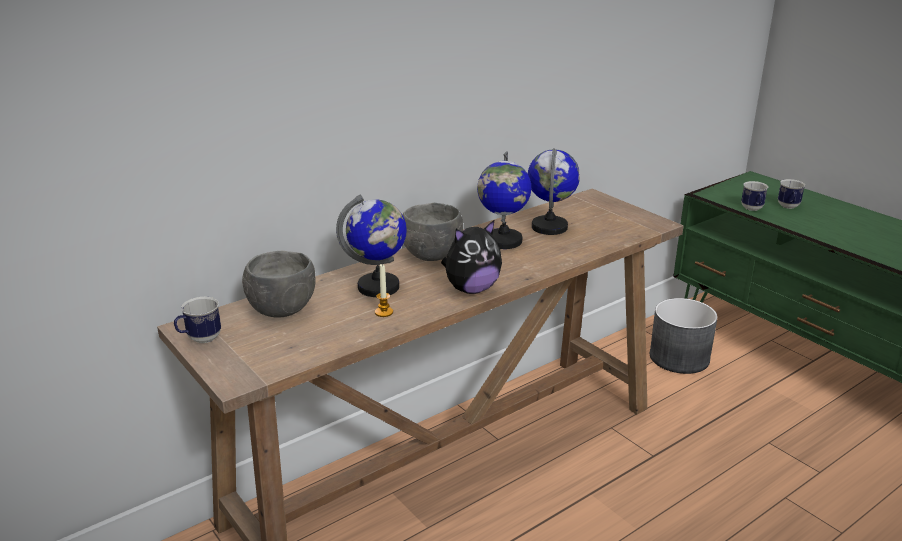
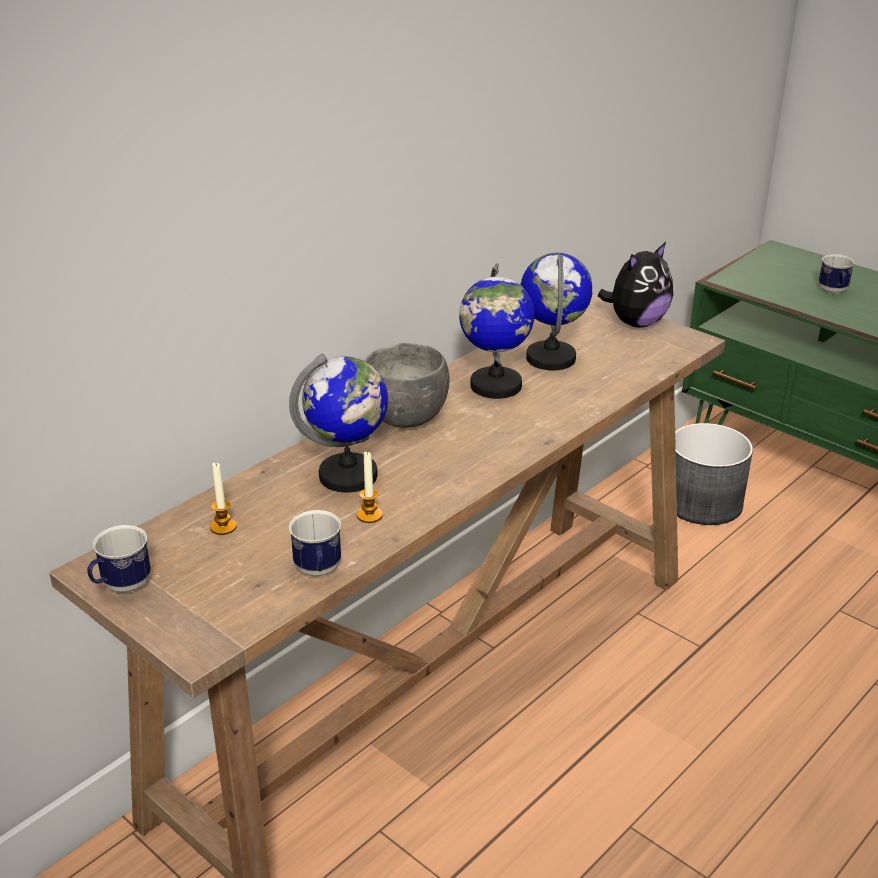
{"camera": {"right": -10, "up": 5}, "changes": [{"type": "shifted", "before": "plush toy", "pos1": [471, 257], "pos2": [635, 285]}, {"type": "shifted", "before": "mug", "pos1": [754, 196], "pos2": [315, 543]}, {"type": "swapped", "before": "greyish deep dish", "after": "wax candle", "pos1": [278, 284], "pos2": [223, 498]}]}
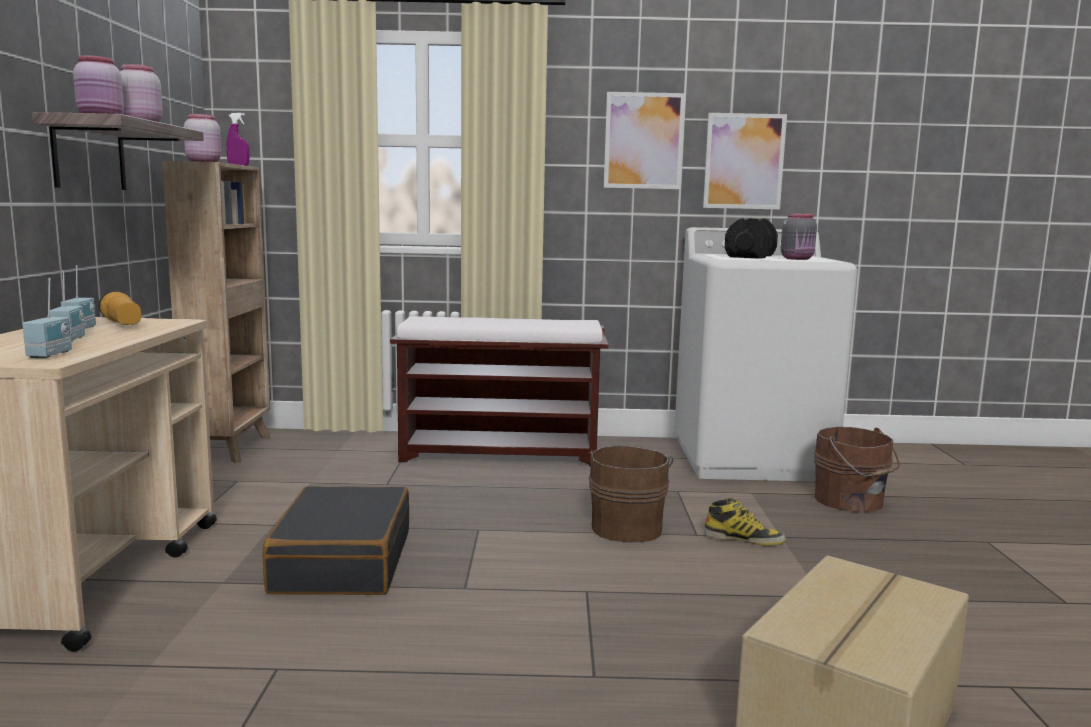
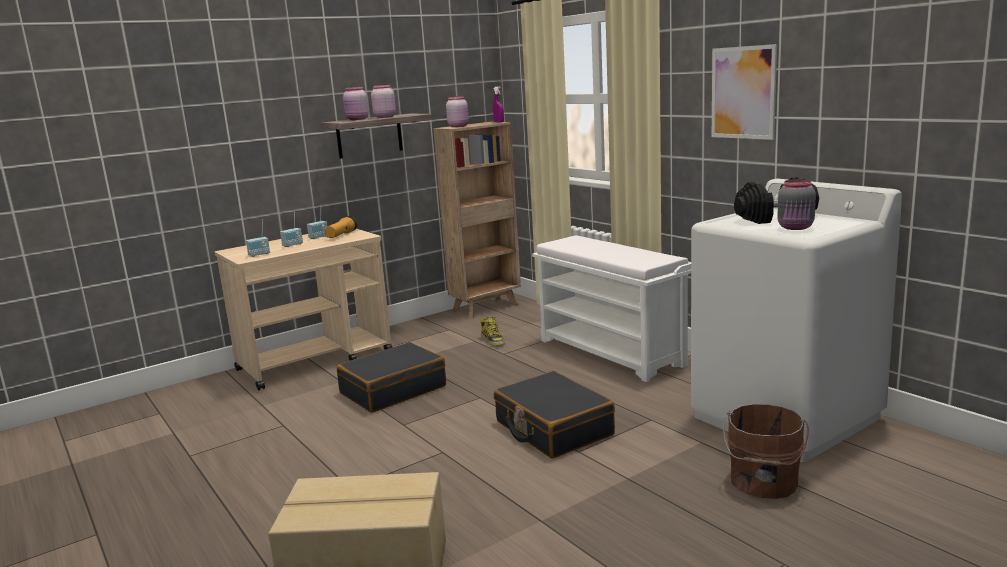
{"camera": {"right": 55, "up": 5}, "changes": [{"type": "gone", "before": "wall art", "pos1": [745, 161]}, {"type": "shifted", "before": "boot", "pos1": [745, 521], "pos2": [492, 331]}, {"type": "swapped", "before": "brown-coloured pail", "after": "blackish suitcase", "pos1": [630, 494], "pos2": [554, 415]}, {"type": "repainted", "before": "brown-coloured indoor bench", "after": "white-coloured indoor bench", "pos1": [499, 390], "pos2": [611, 308]}]}
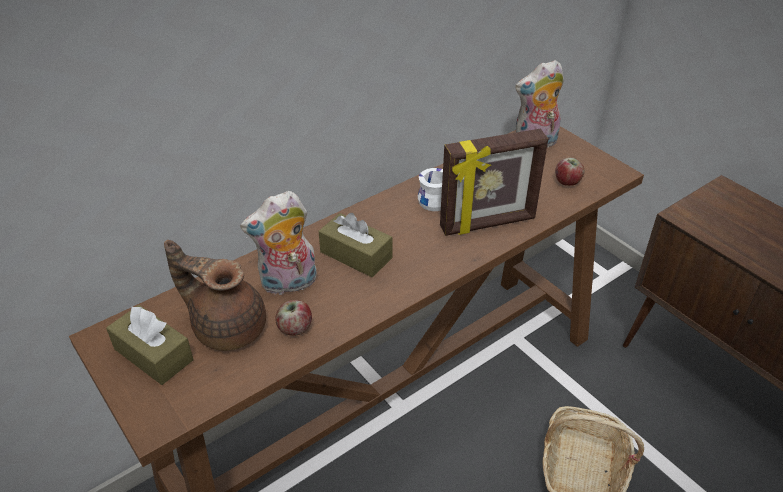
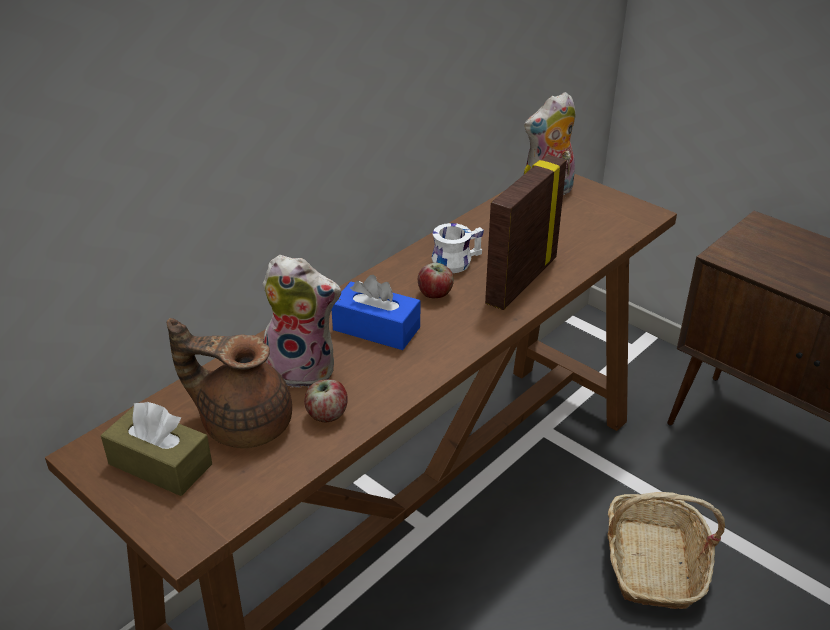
{"camera": {"right": -10, "up": -5}, "changes": [{"type": "shifted", "before": "whole apple", "pos1": [569, 172], "pos2": [436, 280]}, {"type": "repainted", "before": "brown-coloured tissue box", "after": "bluish tissue box", "pos1": [355, 245], "pos2": [376, 312]}, {"type": "rotated", "before": "plush toy", "pos1": [278, 243], "pos2": [302, 321], "turn": -135}, {"type": "rotated", "before": "picture frame", "pos1": [494, 182], "pos2": [526, 232], "turn": 150}]}
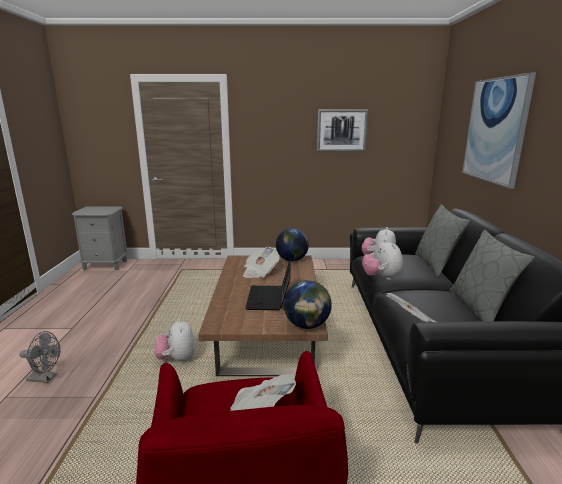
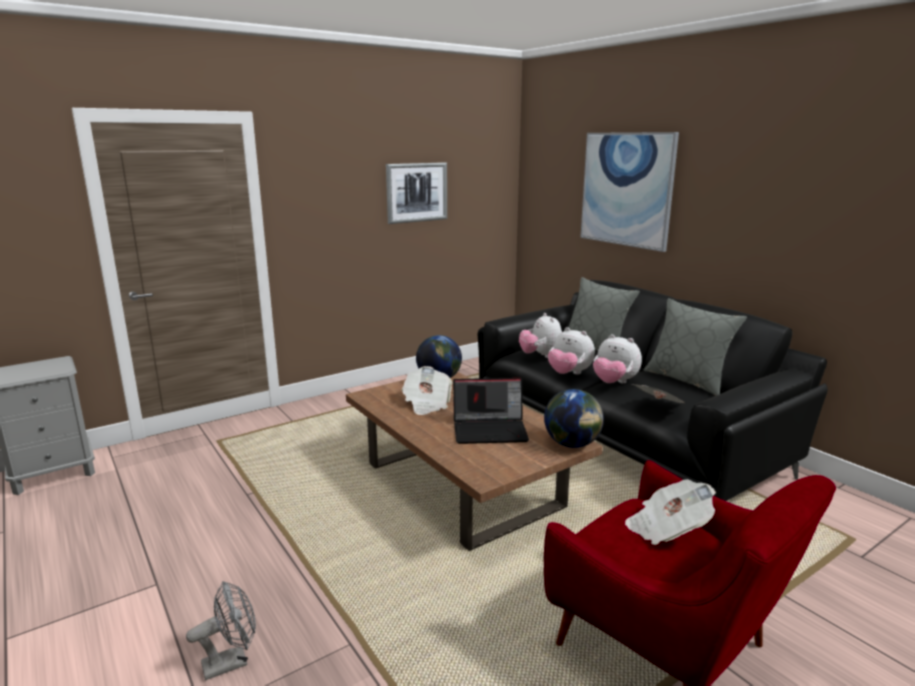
{"camera": {"right": -35, "up": 0}, "changes": [{"type": "shifted", "before": "plush toy", "pos1": [175, 340], "pos2": [617, 358]}, {"type": "rotated", "before": "notebook computer", "pos1": [268, 284], "pos2": [491, 411], "turn": -60}]}
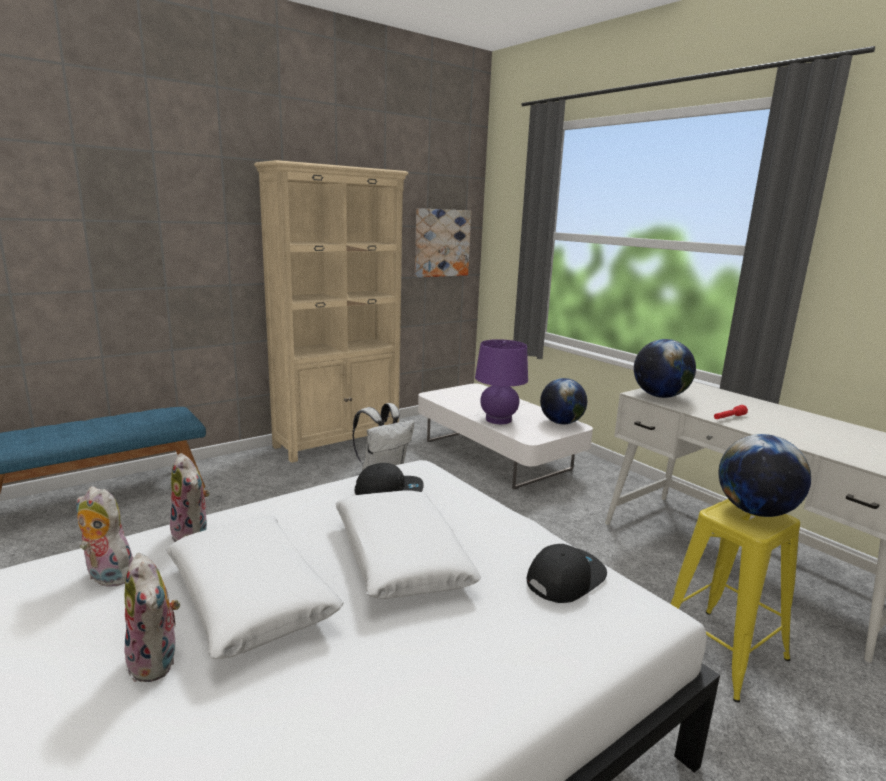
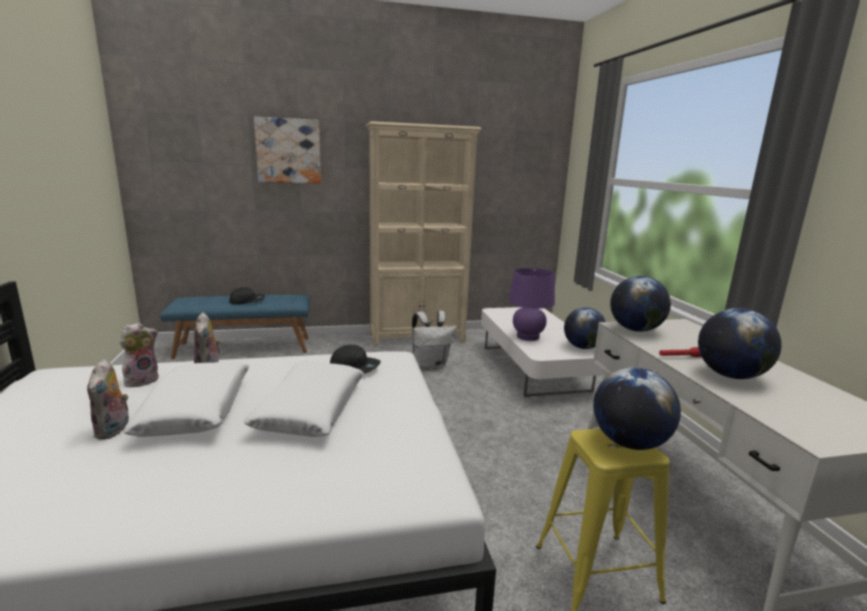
{"camera": {"right": 25, "up": 0}, "changes": [{"type": "new", "after": "world globe", "pos2": [739, 343]}, {"type": "shifted", "before": "wall art", "pos1": [443, 242], "pos2": [287, 150]}, {"type": "shifted", "before": "blackish cap", "pos1": [567, 573], "pos2": [247, 295]}, {"type": "rotated", "before": "plush toy", "pos1": [104, 536], "pos2": [139, 354], "turn": 75}]}
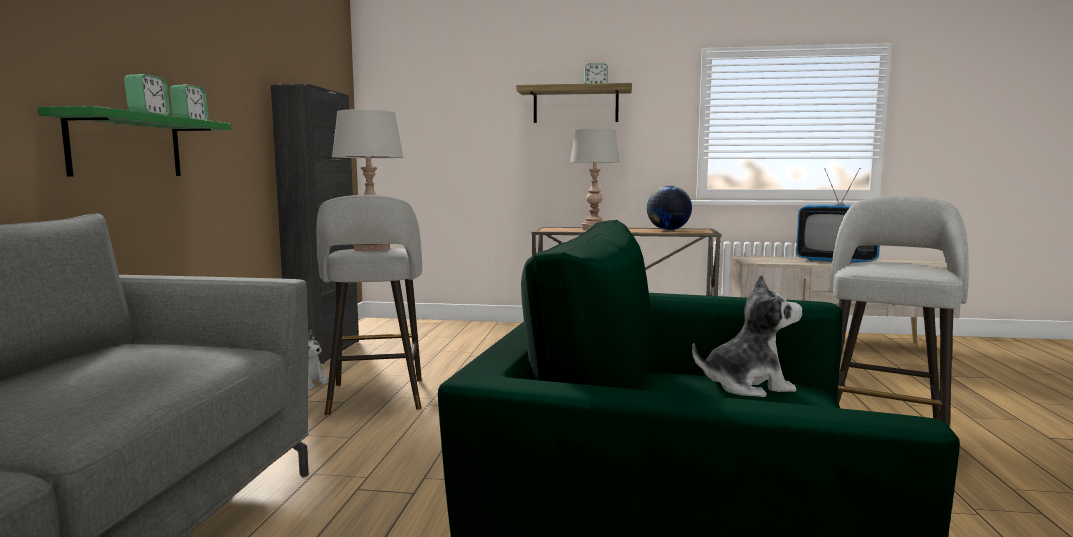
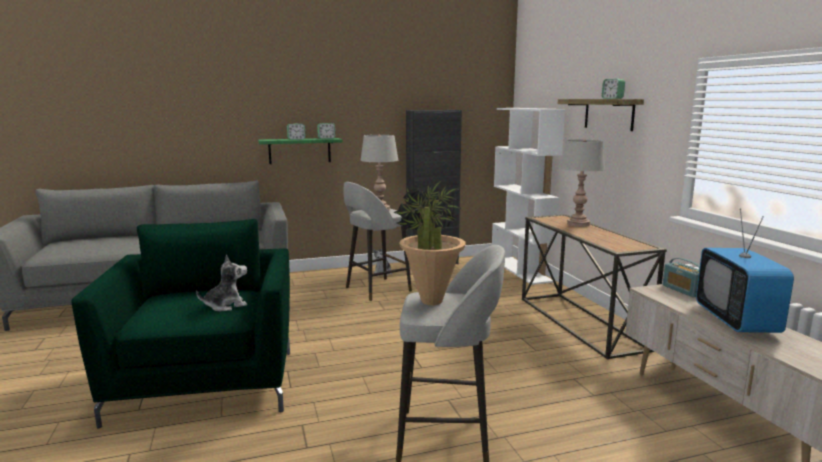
{"camera": {"right": 65, "up": 5}, "changes": [{"type": "gone", "before": "world globe", "pos1": [669, 208]}, {"type": "new", "after": "potted plant", "pos2": [429, 243]}, {"type": "new", "after": "white-coloured shelving unit", "pos2": [528, 196]}, {"type": "new", "after": "radio set", "pos2": [681, 277]}, {"type": "rotated", "before": "plush toy", "pos1": [747, 335], "pos2": [221, 283], "turn": -90}]}
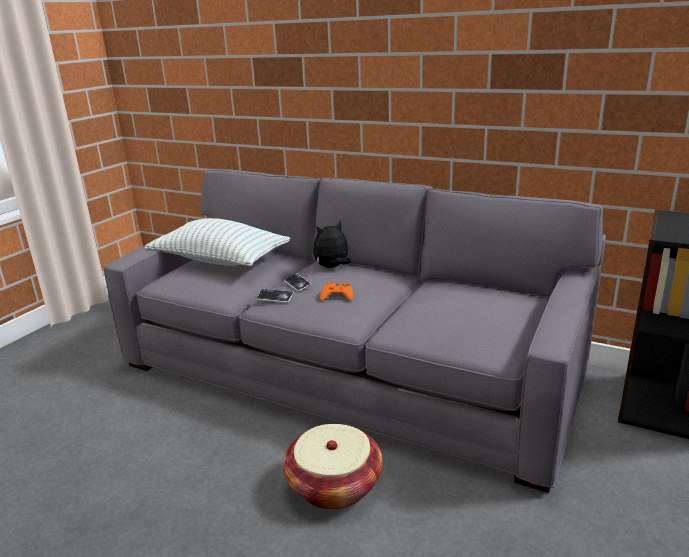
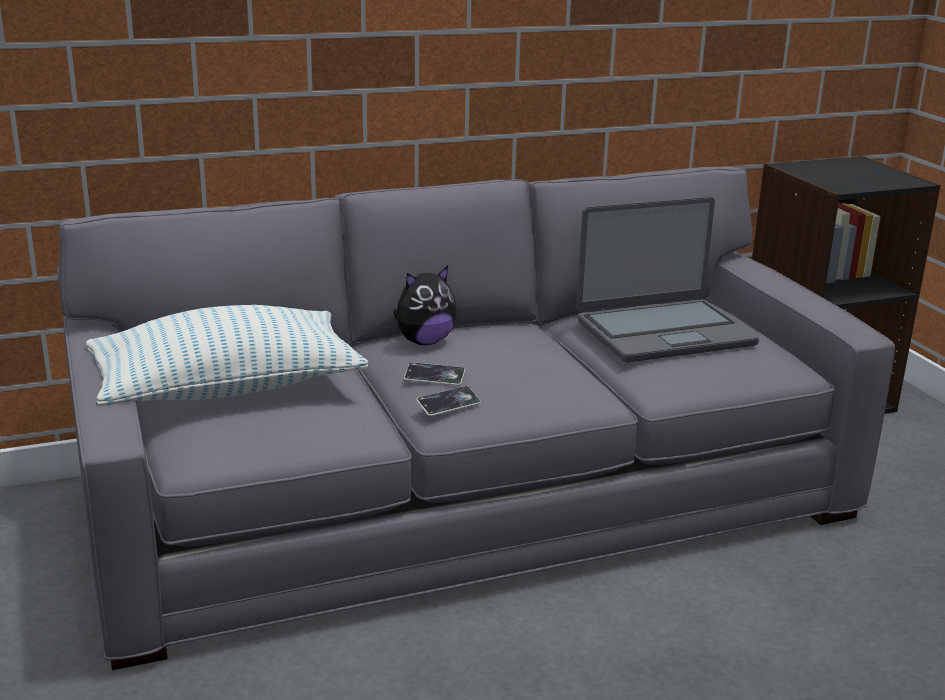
{"camera": {"right": -50, "up": 0}, "changes": [{"type": "gone", "before": "household basket", "pos1": [333, 467]}, {"type": "gone", "before": "orangey game controller", "pos1": [336, 291]}, {"type": "new", "after": "notebook computer", "pos2": [667, 279]}, {"type": "rotated", "before": "plush toy", "pos1": [332, 244], "pos2": [425, 305], "turn": -135}]}
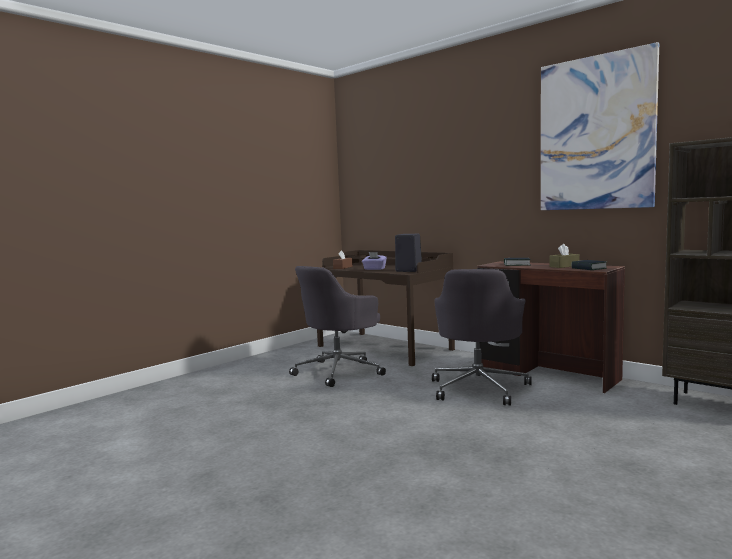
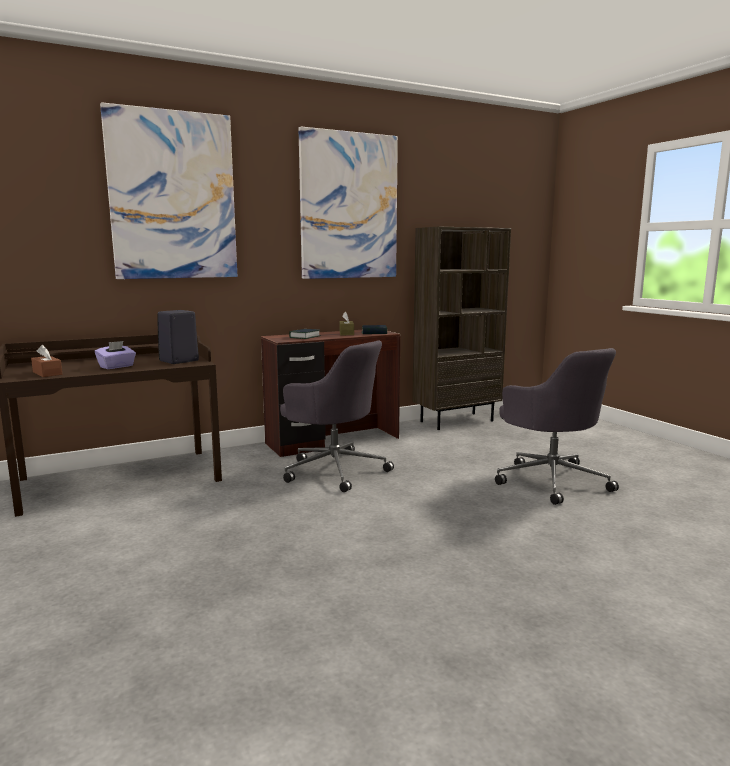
{"camera": {"right": -70, "up": 5}, "changes": [{"type": "new", "after": "wall art", "pos2": [168, 190]}, {"type": "shifted", "before": "greyish computer chair", "pos1": [337, 326], "pos2": [557, 426]}]}
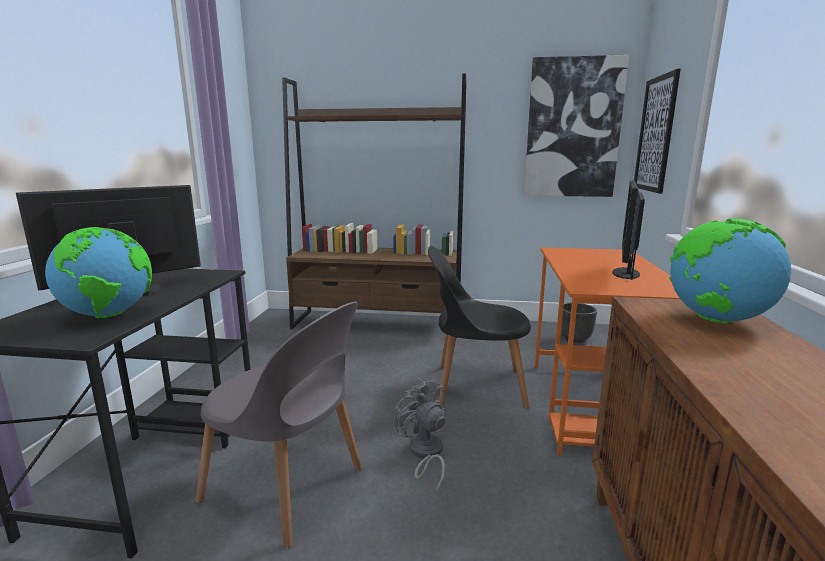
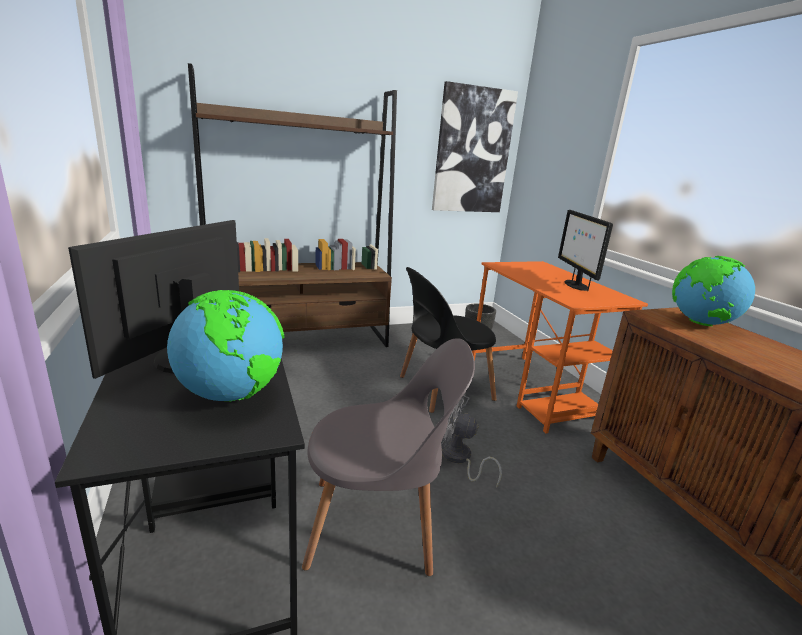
{"camera": {"right": -30, "up": 5}, "changes": [{"type": "gone", "before": "wall art", "pos1": [657, 131]}]}
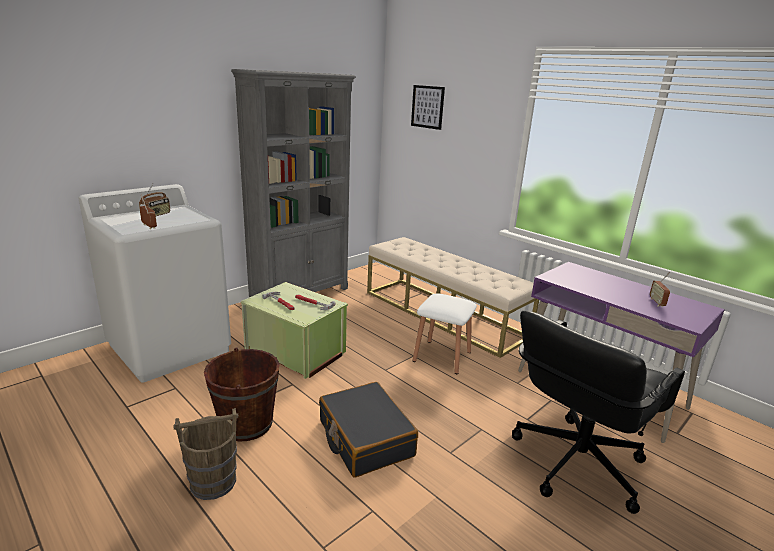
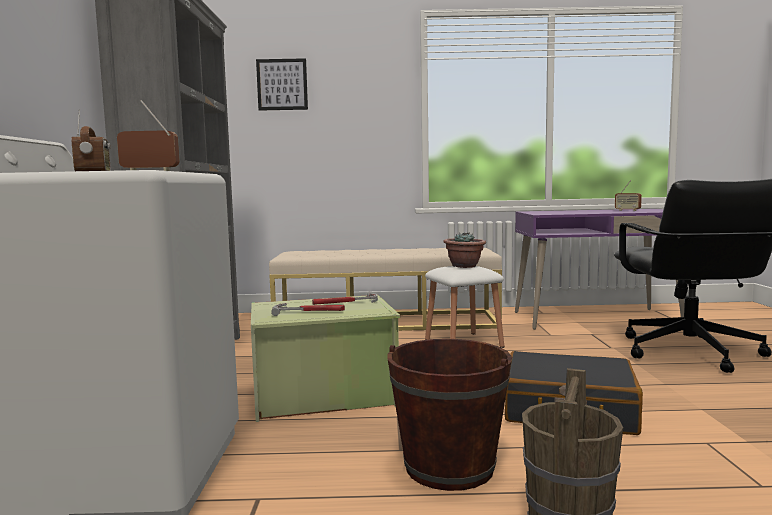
{"camera": {"right": -45, "up": -15}, "changes": [{"type": "new", "after": "potted plant", "pos2": [465, 250]}]}
